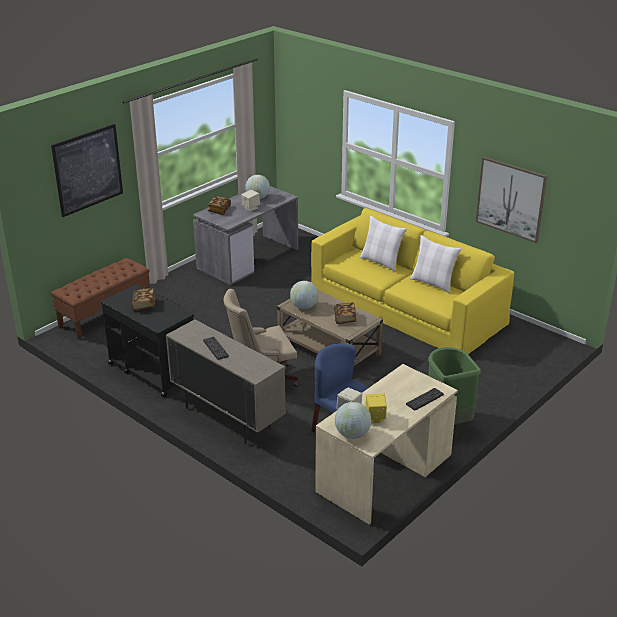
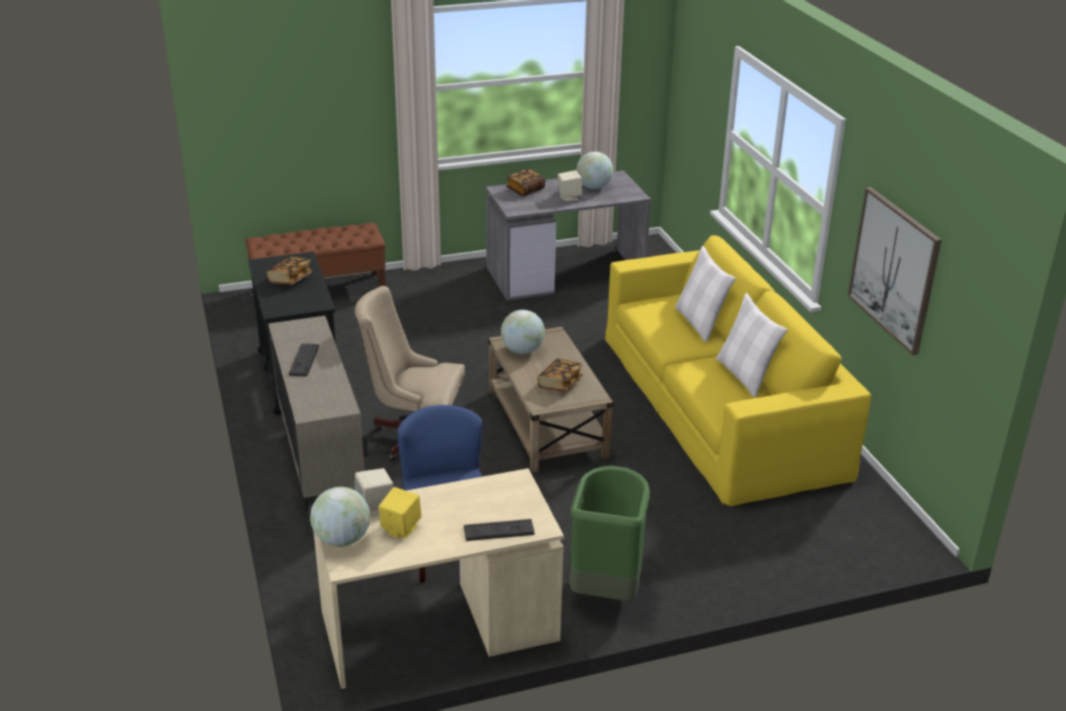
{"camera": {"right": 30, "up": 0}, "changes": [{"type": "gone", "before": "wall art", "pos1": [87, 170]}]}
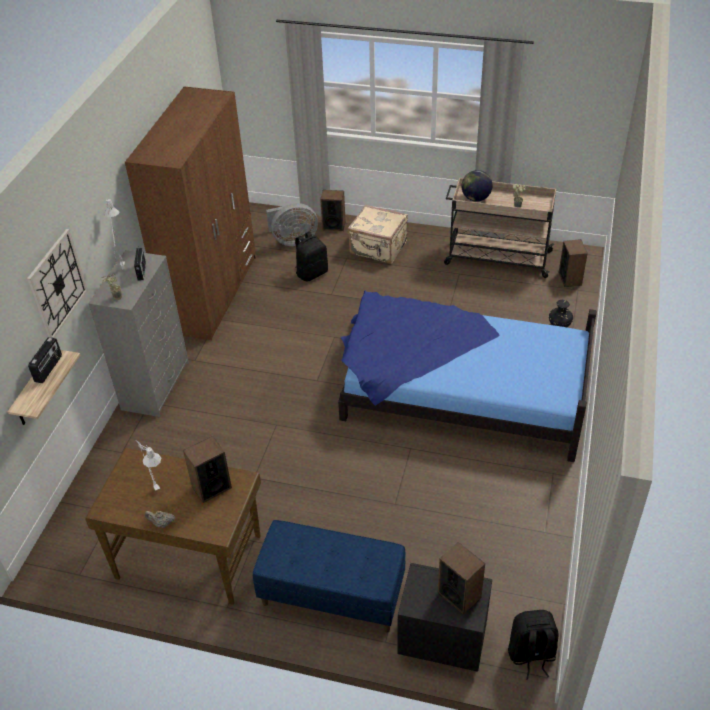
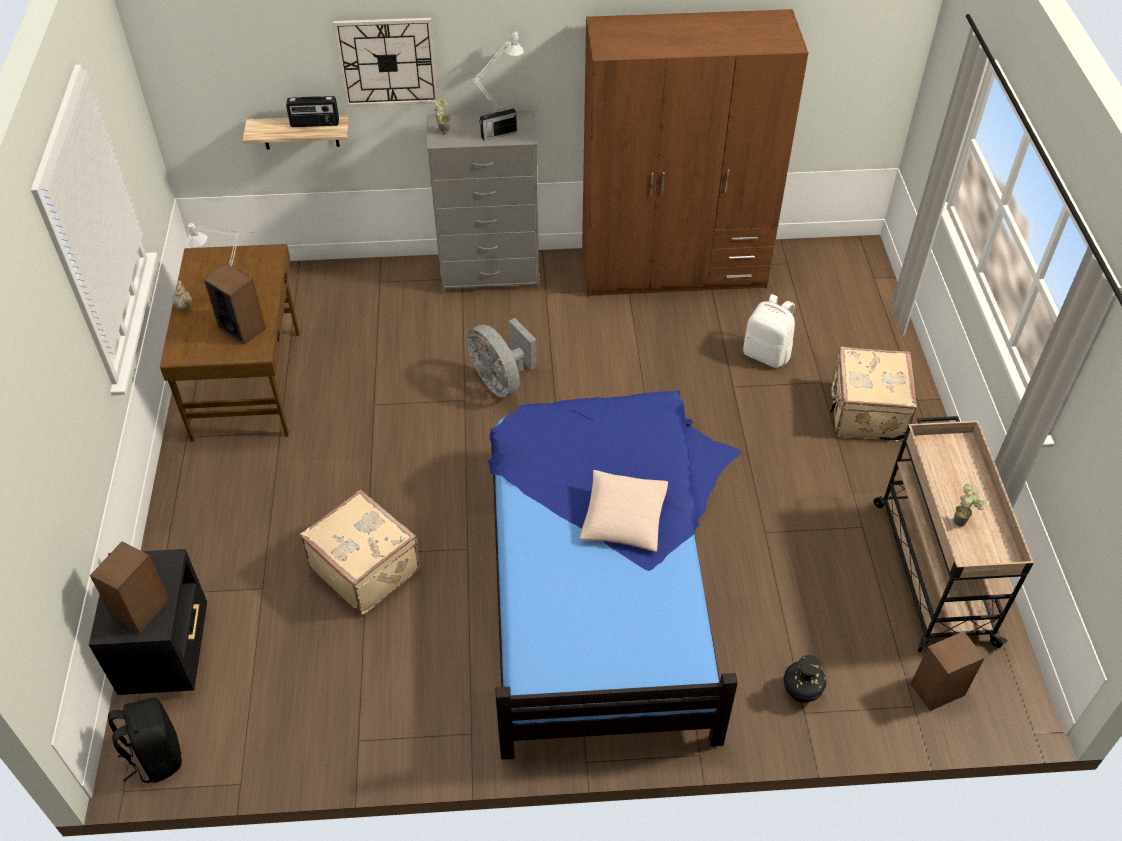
{"camera": {"right": 70, "up": 5}, "changes": [{"type": "gone", "before": "bluish indoor bench", "pos1": [329, 576]}, {"type": "gone", "before": "loudspeaker", "pos1": [333, 210]}, {"type": "gone", "before": "world globe", "pos1": [477, 186]}, {"type": "new", "after": "sand-coloured suitcase", "pos2": [360, 552]}, {"type": "new", "after": "sand-coloured pillow", "pos2": [623, 511]}, {"type": "shifted", "before": "greyish fan", "pos1": [292, 224], "pos2": [502, 358]}, {"type": "repainted", "before": "blackish knapsack", "after": "white-coloured knapsack", "pos1": [311, 257], "pos2": [769, 331]}]}
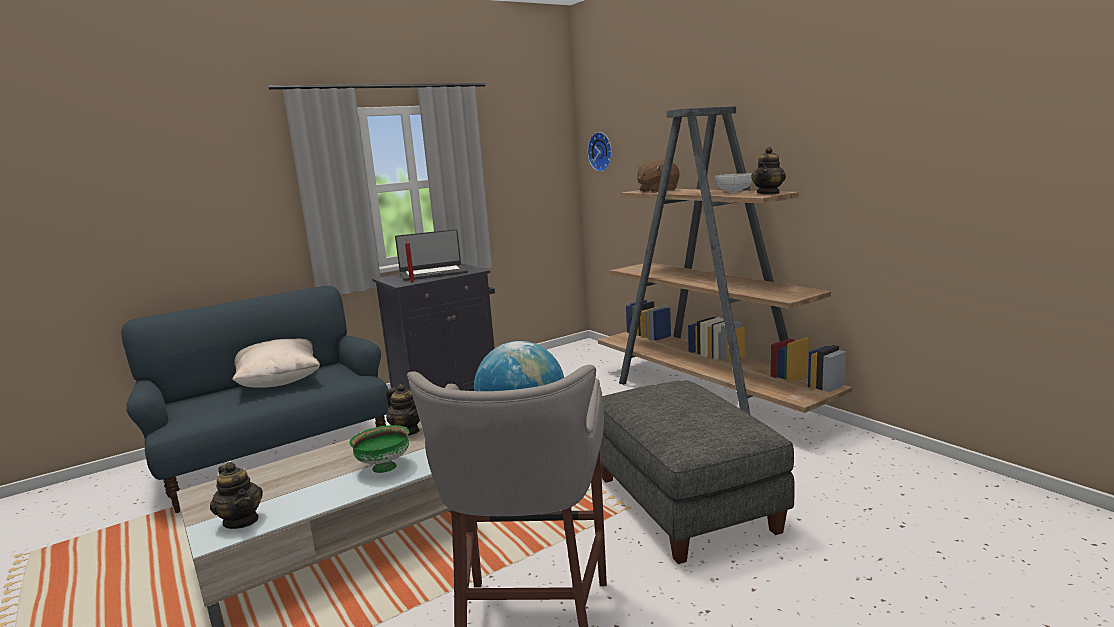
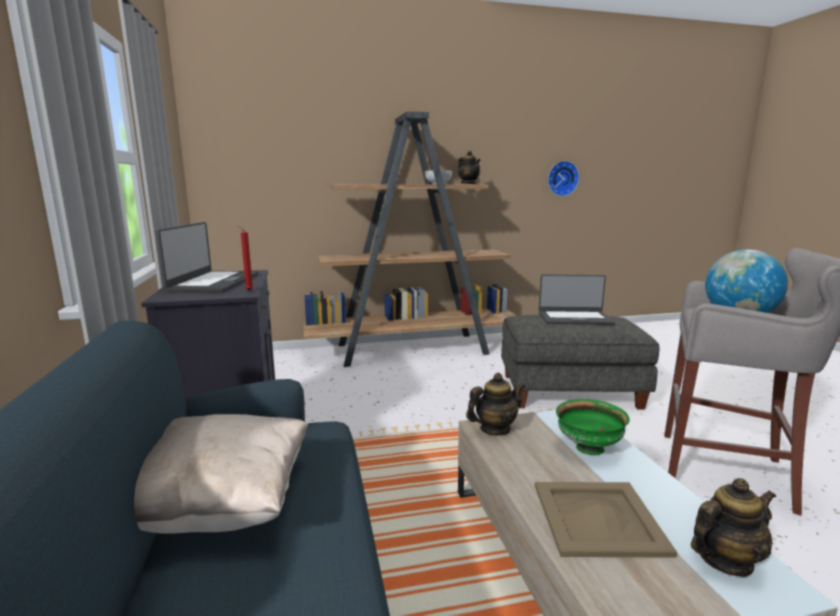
{"camera": {"right": -70, "up": 0}, "changes": [{"type": "gone", "before": "brown-coloured plush toy", "pos1": [658, 176]}, {"type": "new", "after": "sand-coloured serving tray", "pos2": [606, 520]}, {"type": "new", "after": "notebook computer", "pos2": [577, 300]}, {"type": "shifted", "before": "wall clock", "pos1": [600, 152], "pos2": [563, 179]}]}
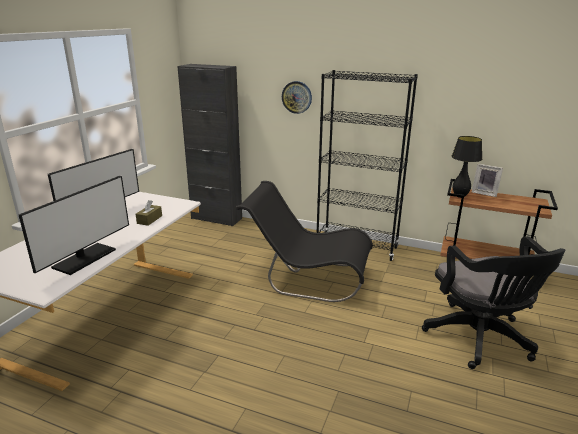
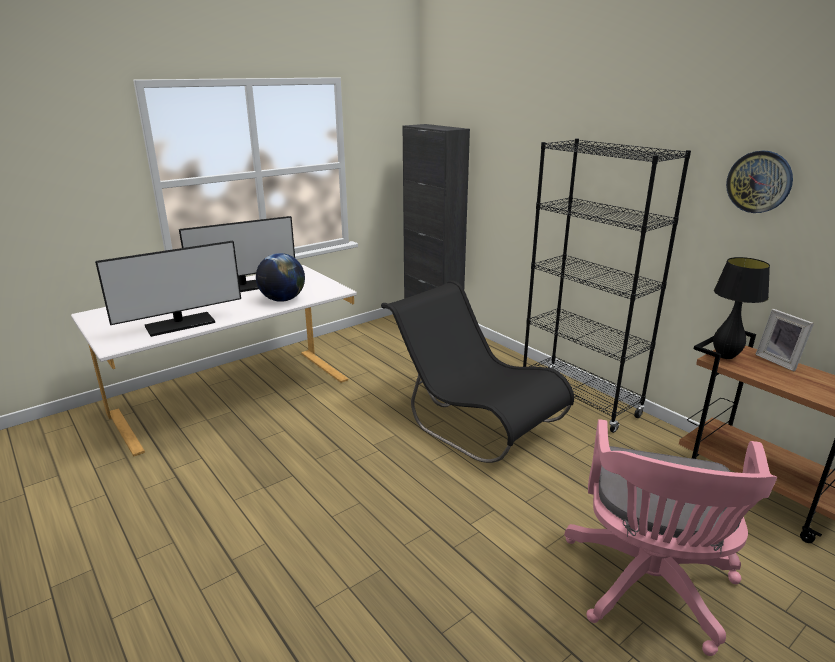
{"camera": {"right": 30, "up": 0}, "changes": [{"type": "shifted", "before": "wall clock", "pos1": [297, 97], "pos2": [759, 181]}, {"type": "swapped", "before": "brown-coloured tissue box", "after": "world globe", "pos1": [149, 213], "pos2": [280, 277]}, {"type": "repainted", "before": "blackish computer chair", "after": "pink computer chair", "pos1": [493, 302], "pos2": [670, 537]}]}
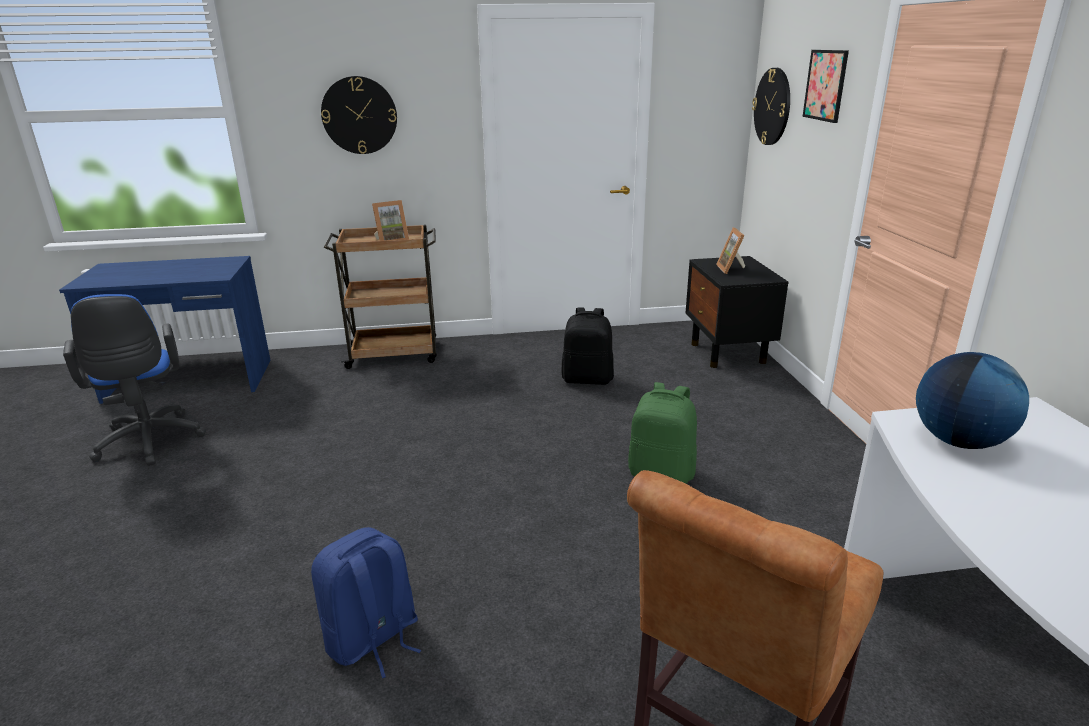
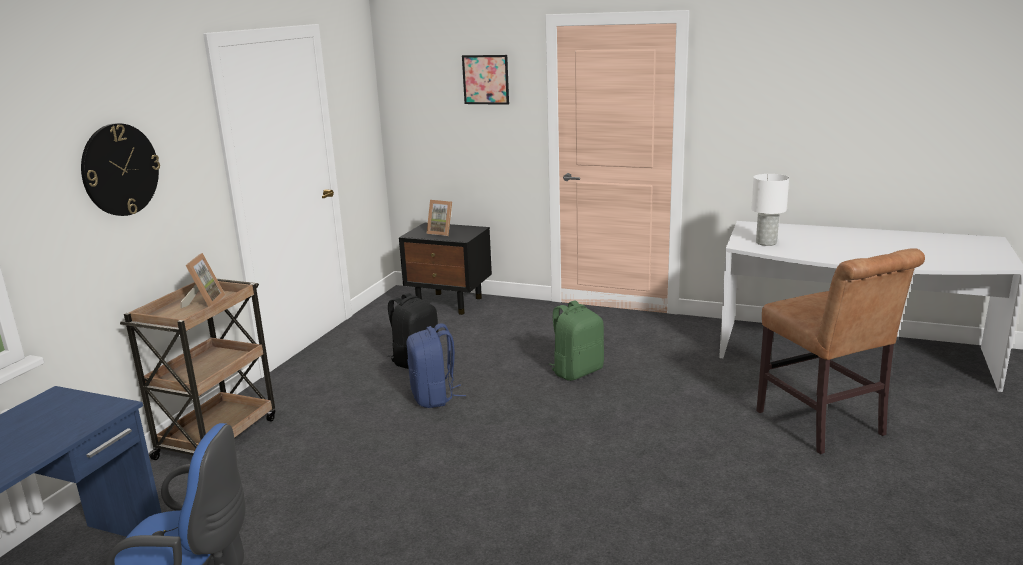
{"camera": {"right": -60, "up": -5}, "changes": [{"type": "gone", "before": "wall clock", "pos1": [771, 106]}, {"type": "shifted", "before": "bluish knapsack", "pos1": [366, 602], "pos2": [436, 365]}, {"type": "swapped", "before": "world globe", "after": "white-coloured table lamp", "pos1": [972, 400], "pos2": [770, 210]}]}
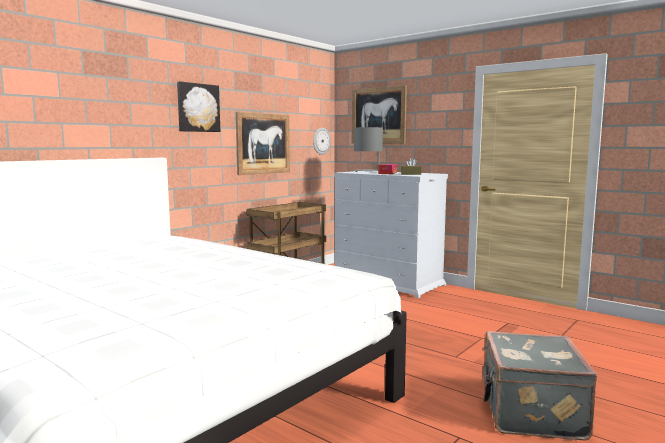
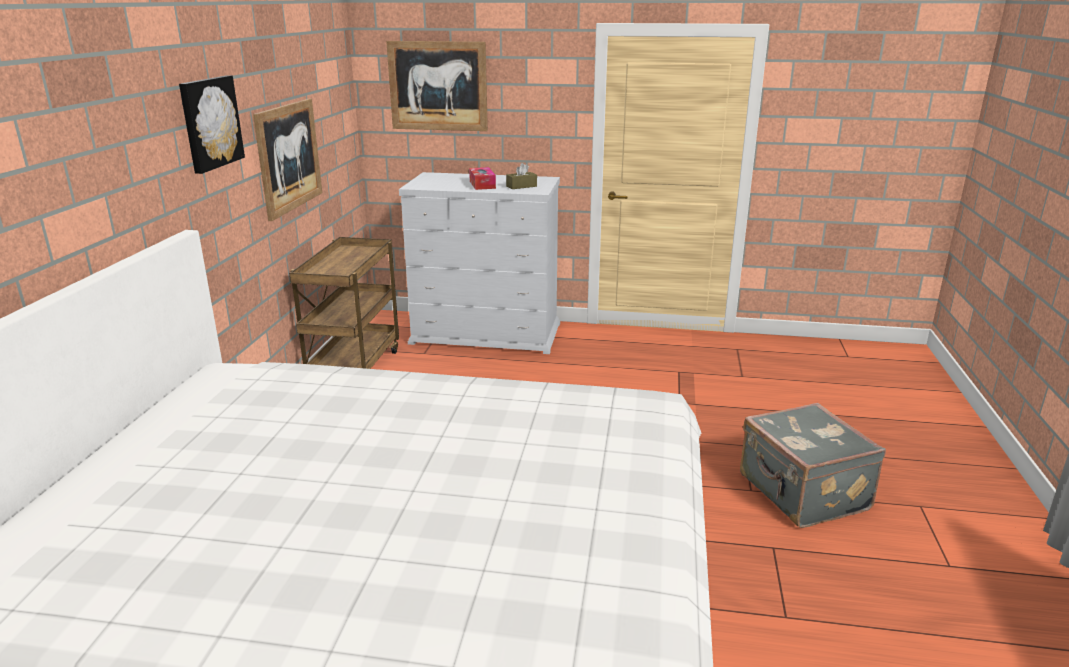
{"camera": {"right": -30, "up": 15}, "changes": [{"type": "gone", "before": "wall clock", "pos1": [322, 141]}, {"type": "gone", "before": "greyish table lamp", "pos1": [368, 149]}]}
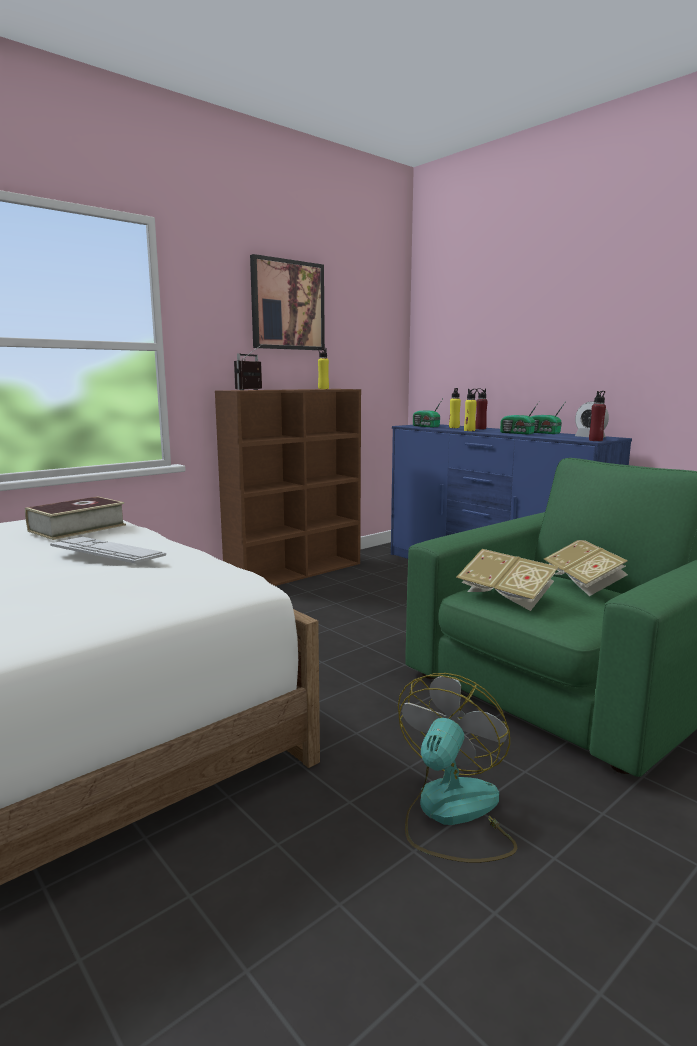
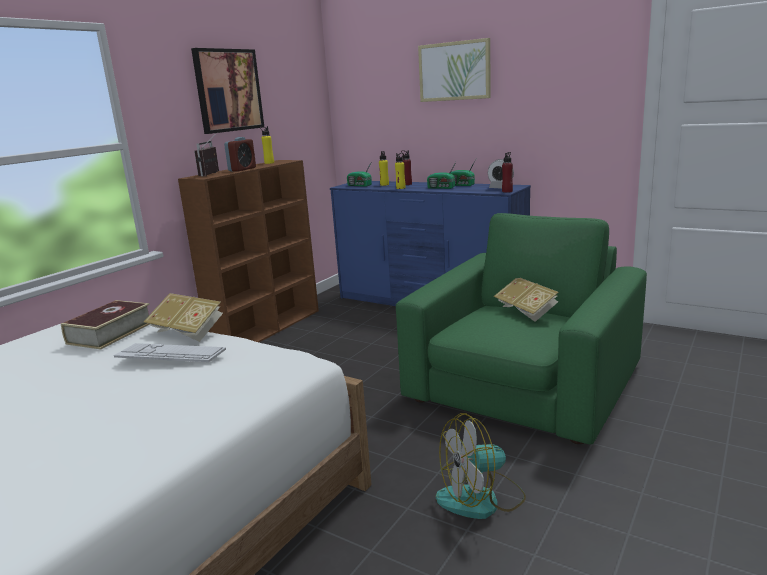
{"camera": {"right": -15, "up": 5}, "changes": [{"type": "new", "after": "alarm clock", "pos2": [240, 154]}, {"type": "new", "after": "wall art", "pos2": [454, 70]}, {"type": "shifted", "before": "bound book", "pos1": [507, 580], "pos2": [183, 317]}, {"type": "rotated", "before": "fan", "pos1": [457, 768], "pos2": [481, 466], "turn": -120}]}
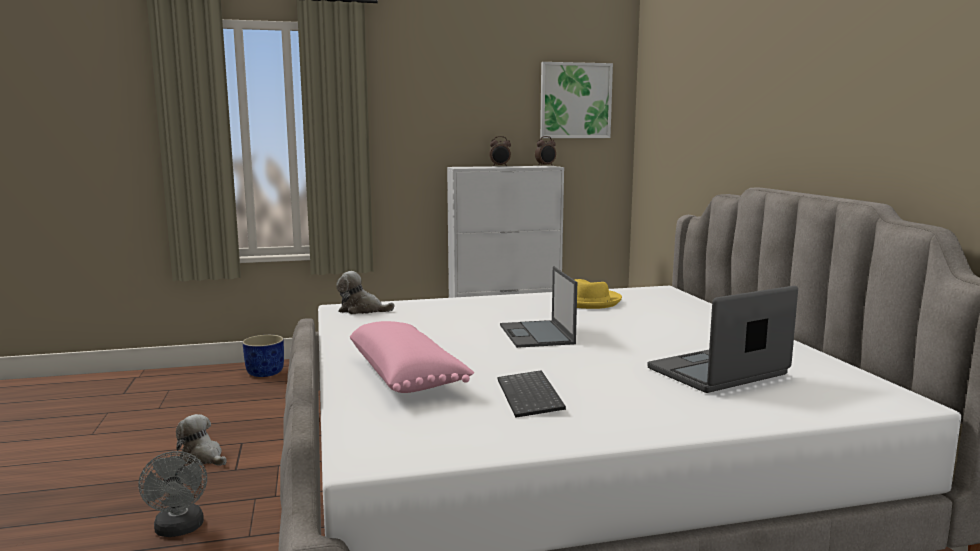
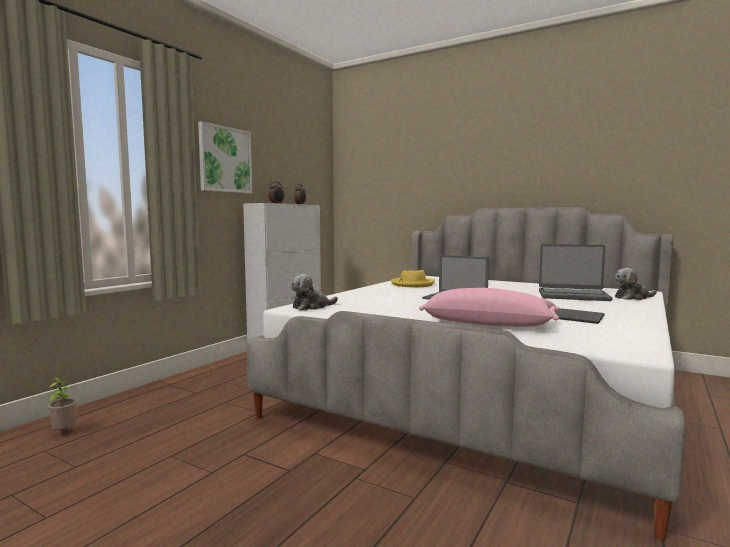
{"camera": {"right": -45, "up": -5}, "changes": [{"type": "gone", "before": "greyish fan", "pos1": [172, 494]}, {"type": "gone", "before": "bluish flower pot", "pos1": [263, 356]}, {"type": "new", "after": "potted plant", "pos2": [62, 403]}, {"type": "shifted", "before": "plush toy", "pos1": [201, 440], "pos2": [635, 284]}, {"type": "shifted", "before": "wall art", "pos1": [576, 100], "pos2": [225, 157]}, {"type": "rotated", "before": "notebook computer", "pos1": [722, 339], "pos2": [576, 272], "turn": -90}]}
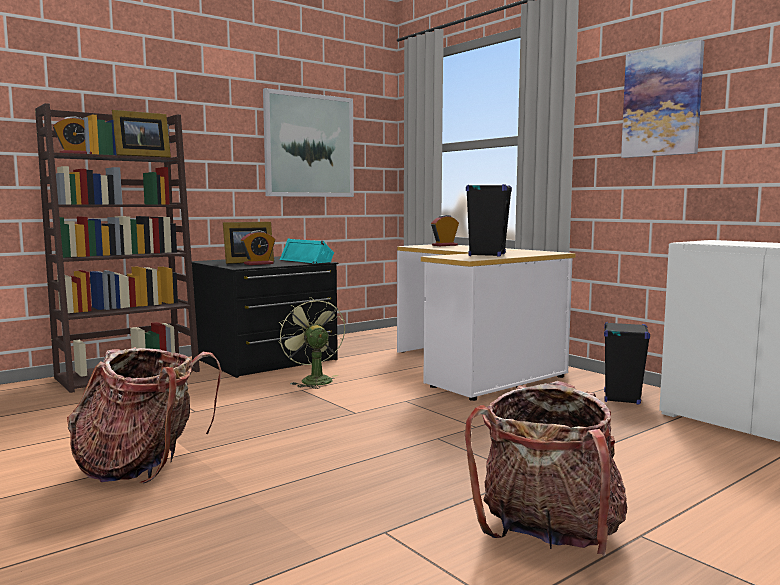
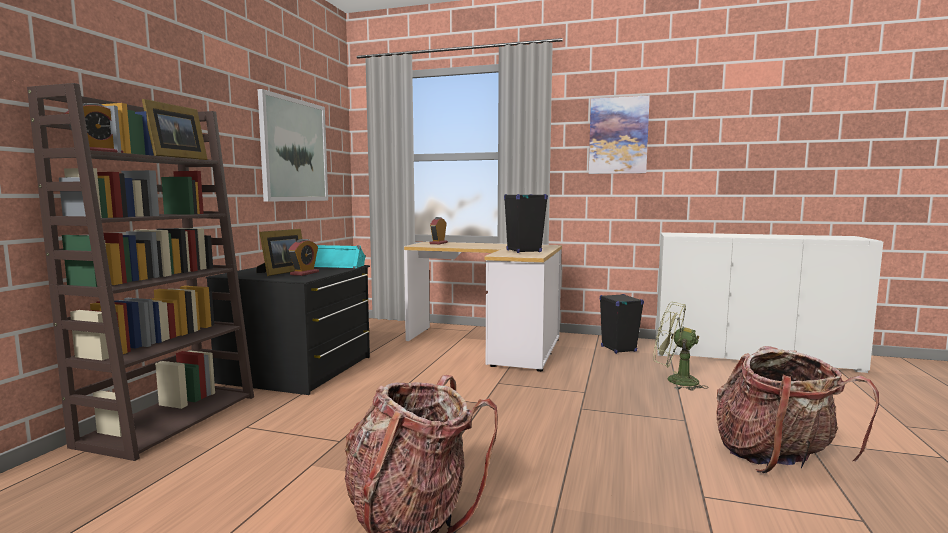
{"camera": {"right": -35, "up": 0}, "changes": [{"type": "shifted", "before": "green-coloured fan", "pos1": [311, 343], "pos2": [680, 346]}]}
